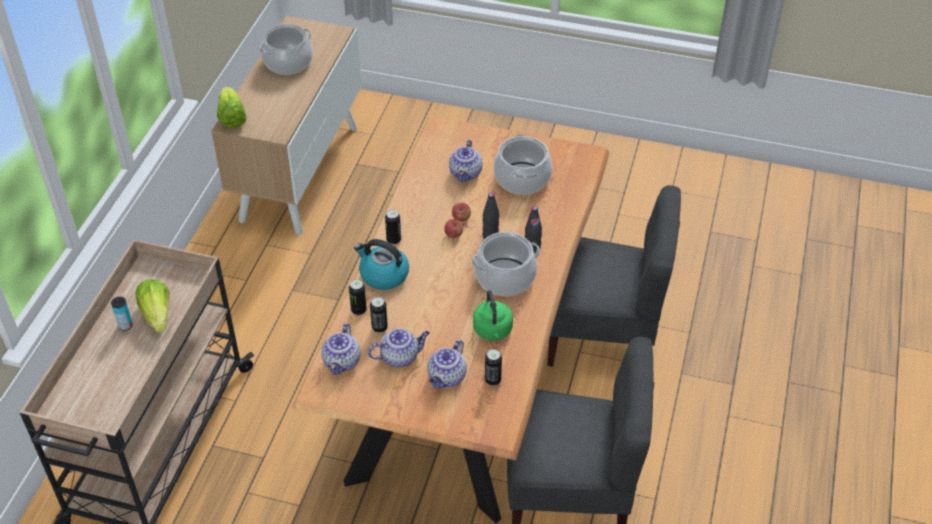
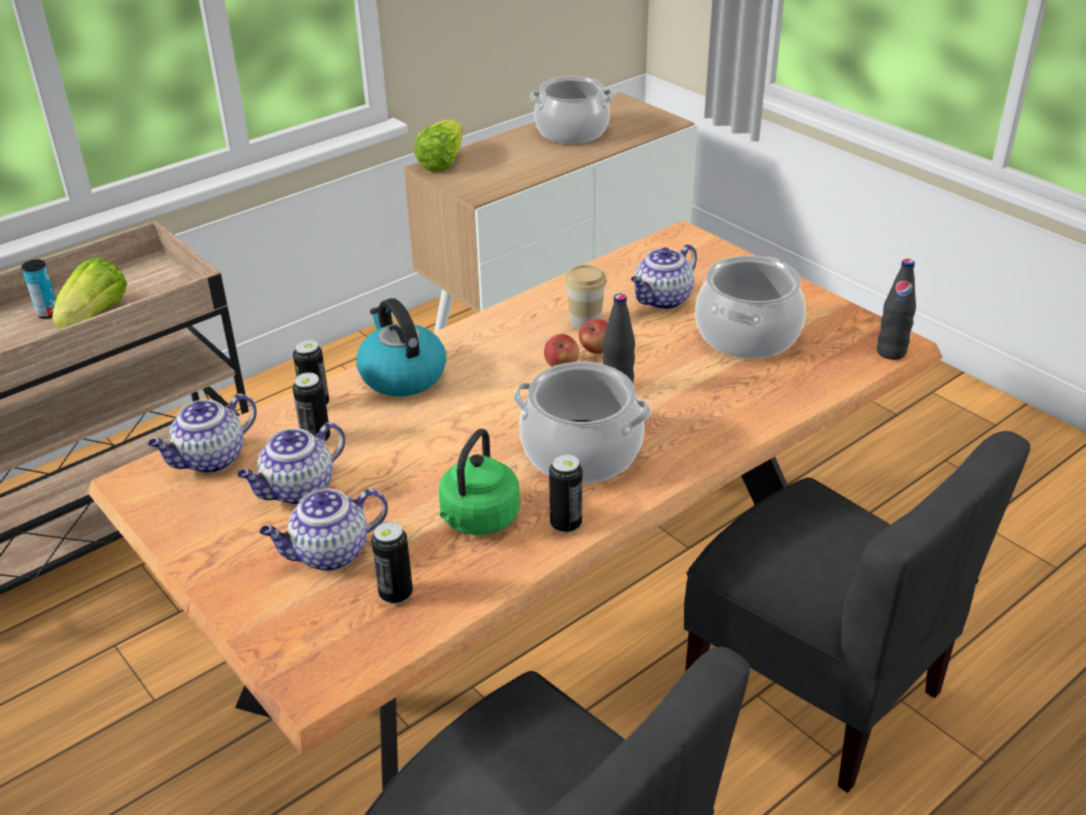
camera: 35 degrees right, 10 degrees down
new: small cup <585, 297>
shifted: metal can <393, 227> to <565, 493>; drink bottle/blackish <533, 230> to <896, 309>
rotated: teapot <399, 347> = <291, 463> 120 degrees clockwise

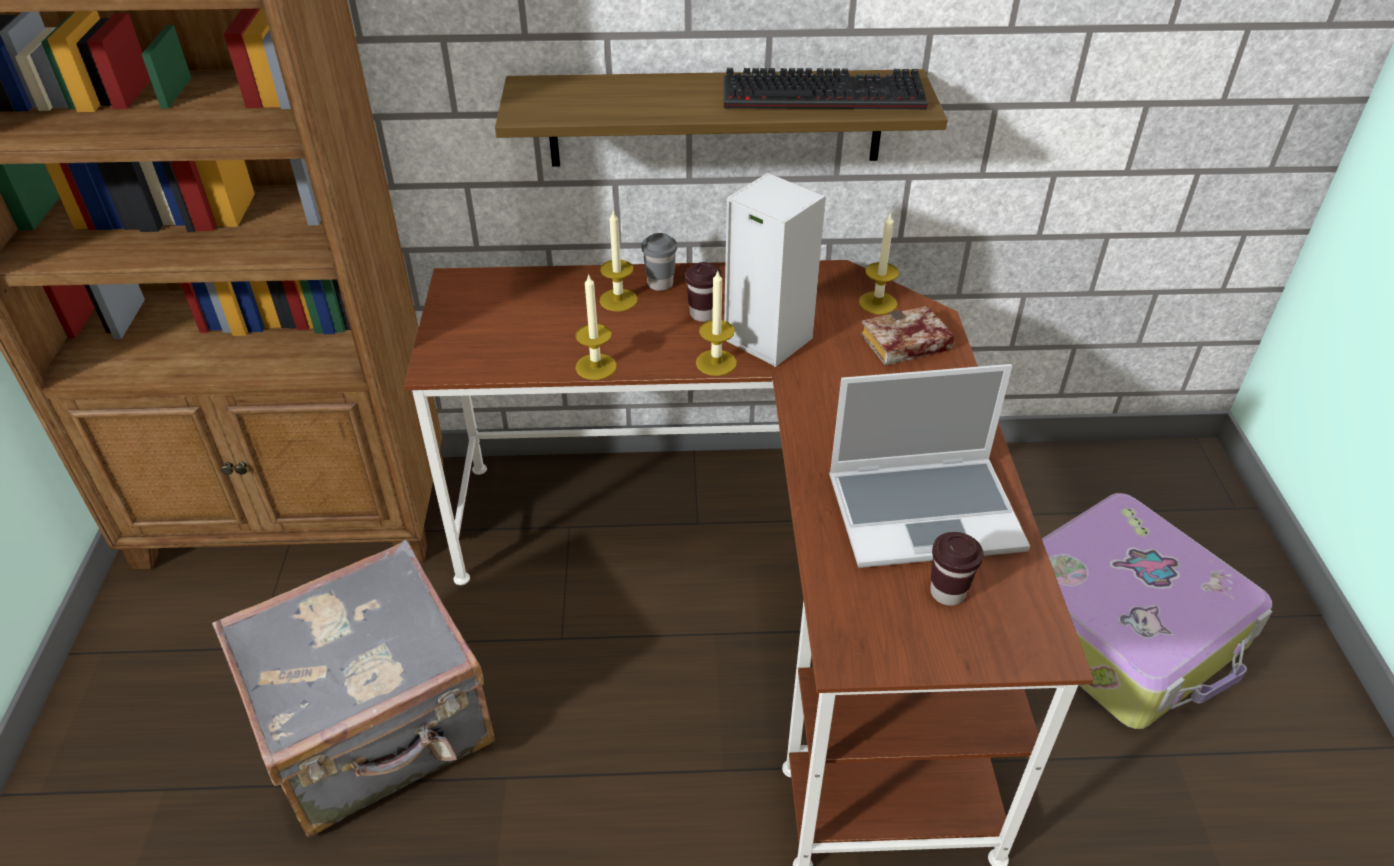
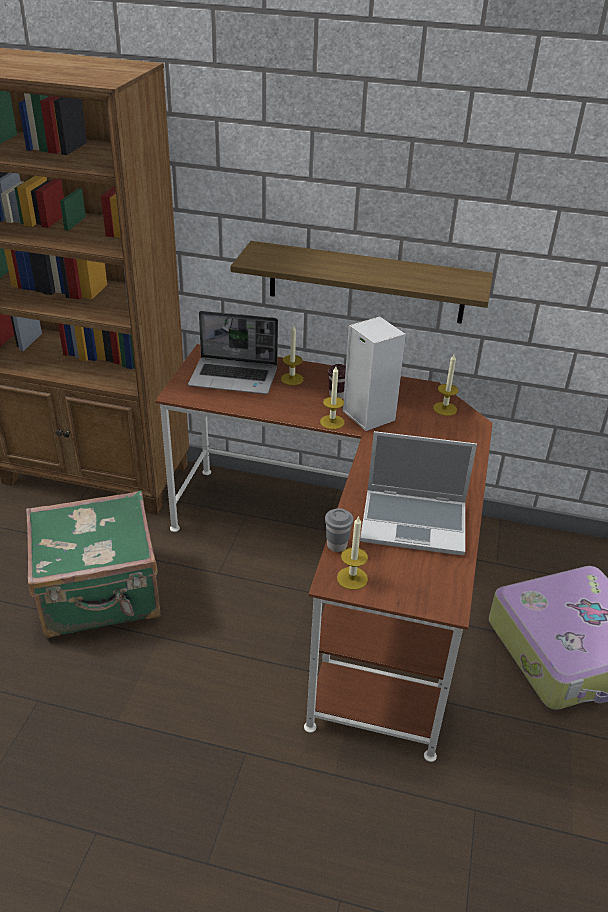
camera: 15 degrees right, 5 degrees down
gone: PC keyboard <826, 89>; volume <907, 336>; small cup/brownish <957, 569>
new: laptop <233, 352>
shifted: small cup/grey <659, 262> to <339, 530>; candle <596, 326> to <352, 552>
repainted: suitcase/grey <353, 689> to suitcase/greenish <93, 564>

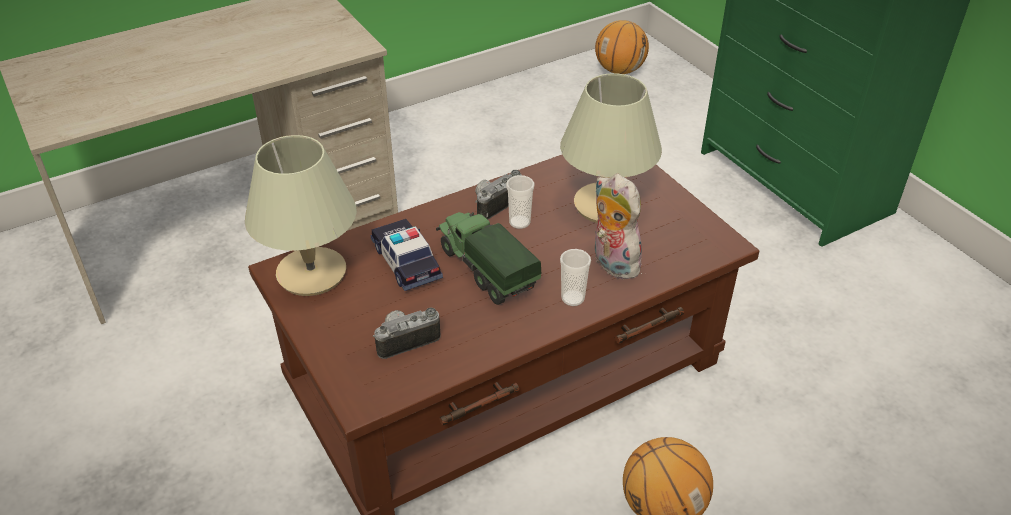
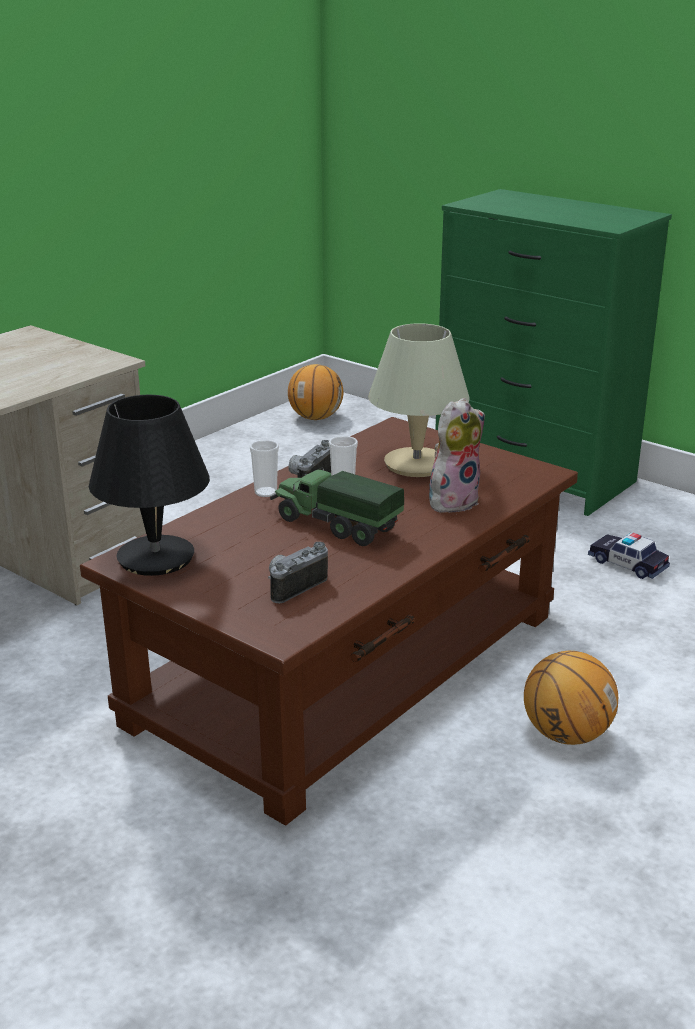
camera: 20 degrees left, 15 degrees down
shifted: small cup <575, 277> to <264, 468>; toy car <406, 255> to <629, 556>
repainted: table lamp/sand-coloured <301, 215> to table lamp/blackish <149, 485>
rotated: soft toy <618, 226> = <457, 455> 105 degrees clockwise

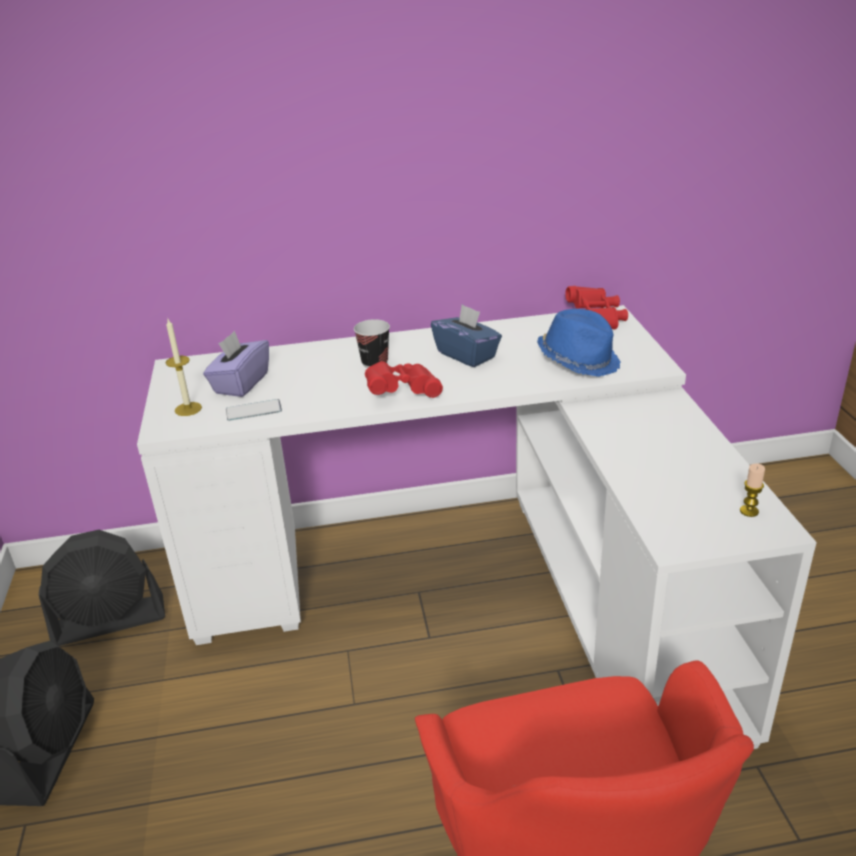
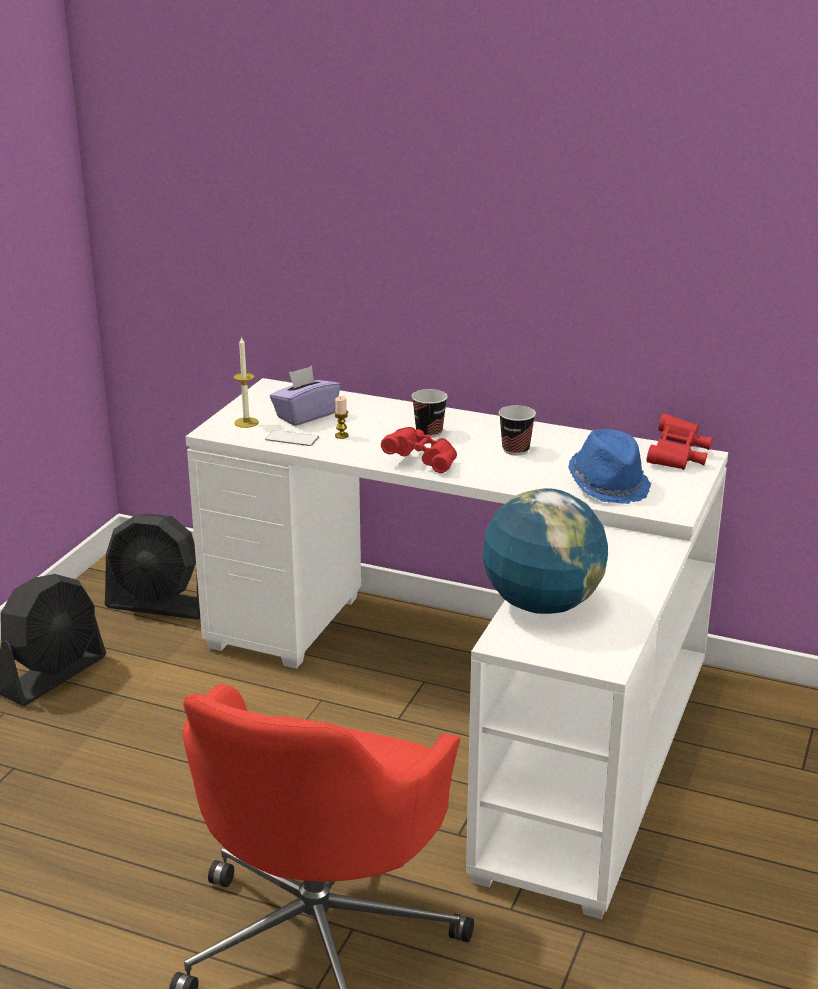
camera: 30 degrees right, 5 degrees down
new: world globe <545, 551>
shifted: candle <752, 490> to <341, 417>
swapped: tissue holder/bluish <466, 335> to small cup <517, 430>

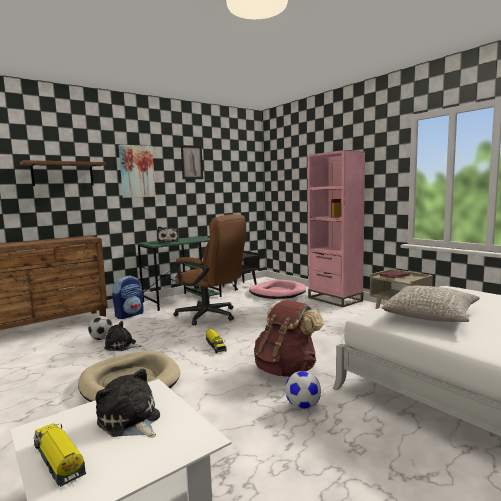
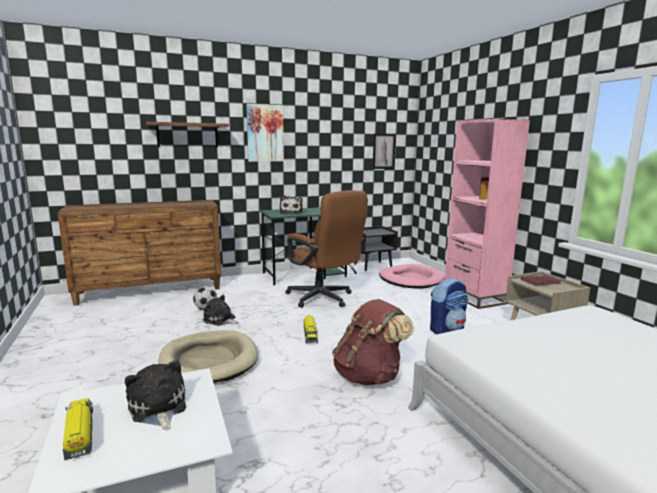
camera: 15 degrees right, 5 degrees up
gone: ball for football <303, 390>; throw pillow/grey <431, 304>
shifted: picture <192, 162> to <384, 151>; backpack <128, 297> to <449, 306>

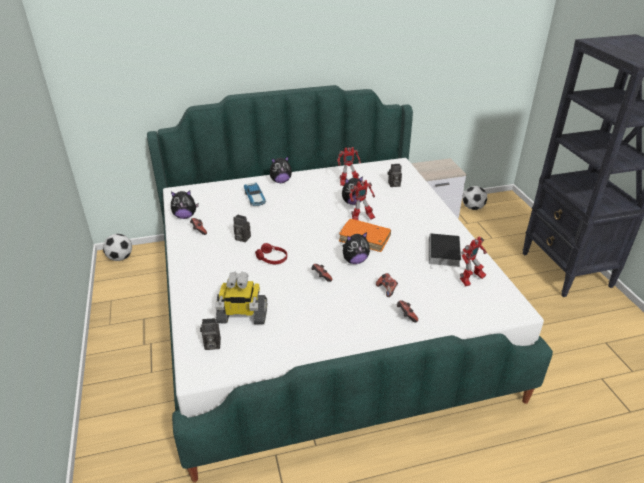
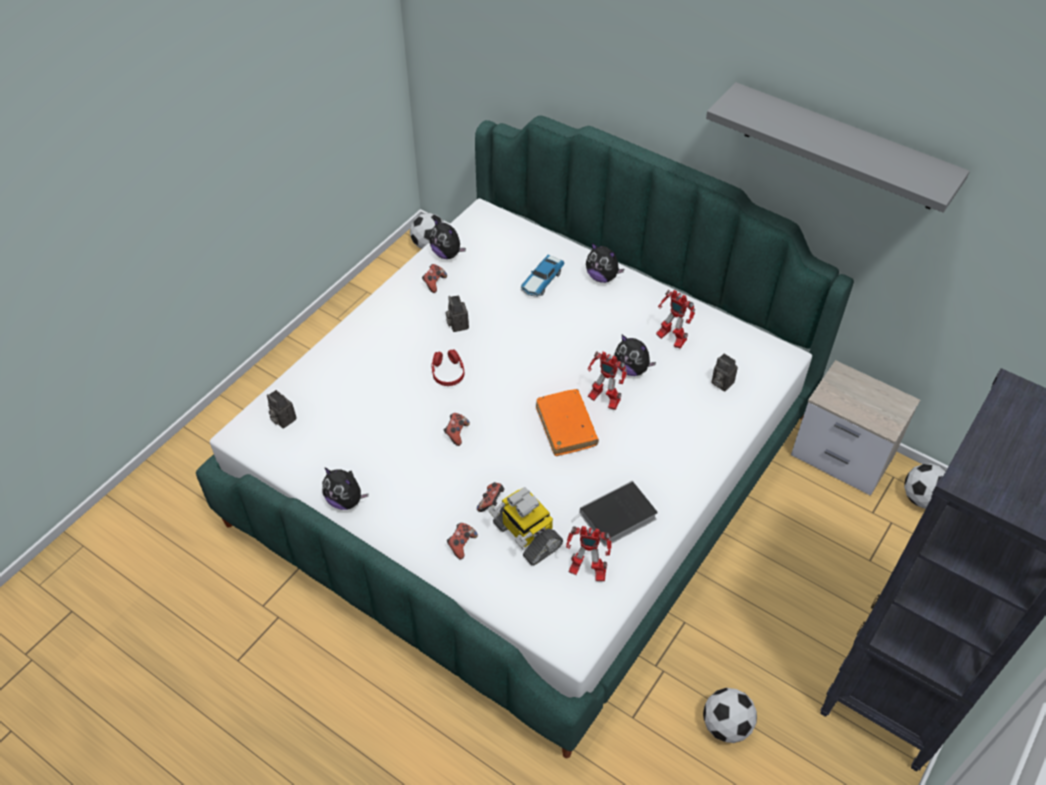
camera: 50 degrees right, 15 degrees up
new: ball for football <730, 715>; wall shelf/grey <838, 147>
shifted: soft toy <356, 248> to <345, 488>; model robot <241, 297> to <525, 526>

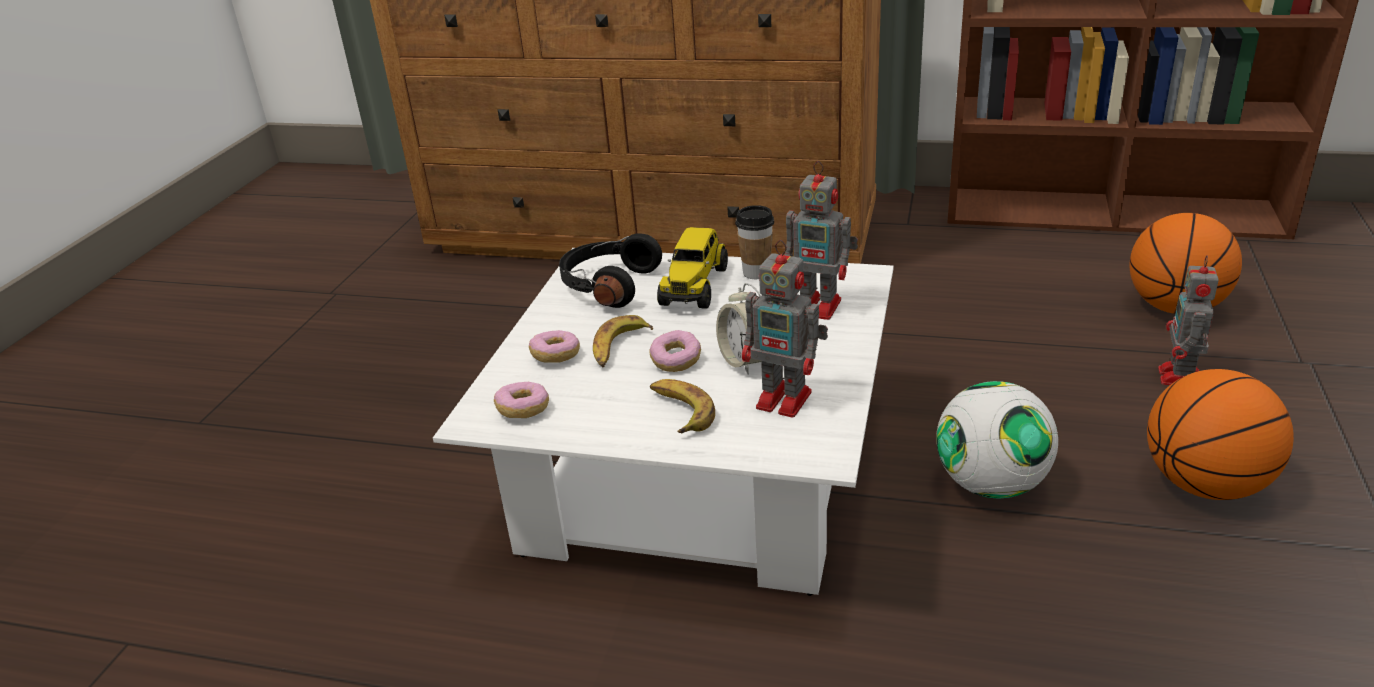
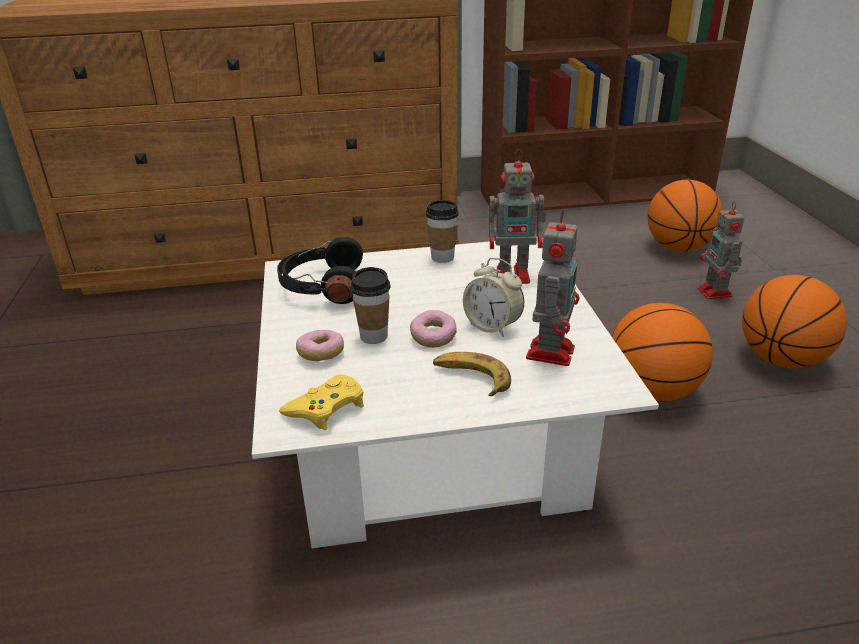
camera: 25 degrees left, 0 degrees up
gone: toy lorry <692, 267>
swapped: ring doughnut <521, 400> to joypad/yellow <321, 402>; banana <623, 341> to small cup <370, 305>; ball for football <997, 439> to basketball <662, 352>
rotated: model robot <785, 329> = <552, 287> 75 degrees counterclockwise

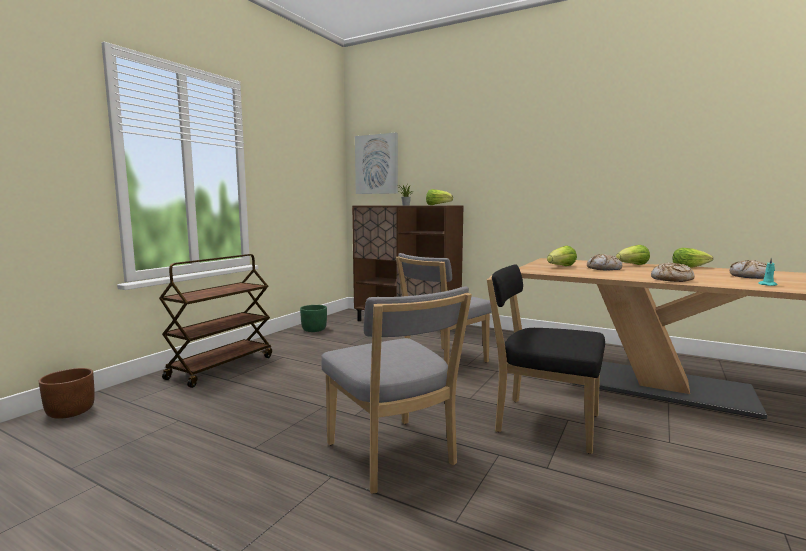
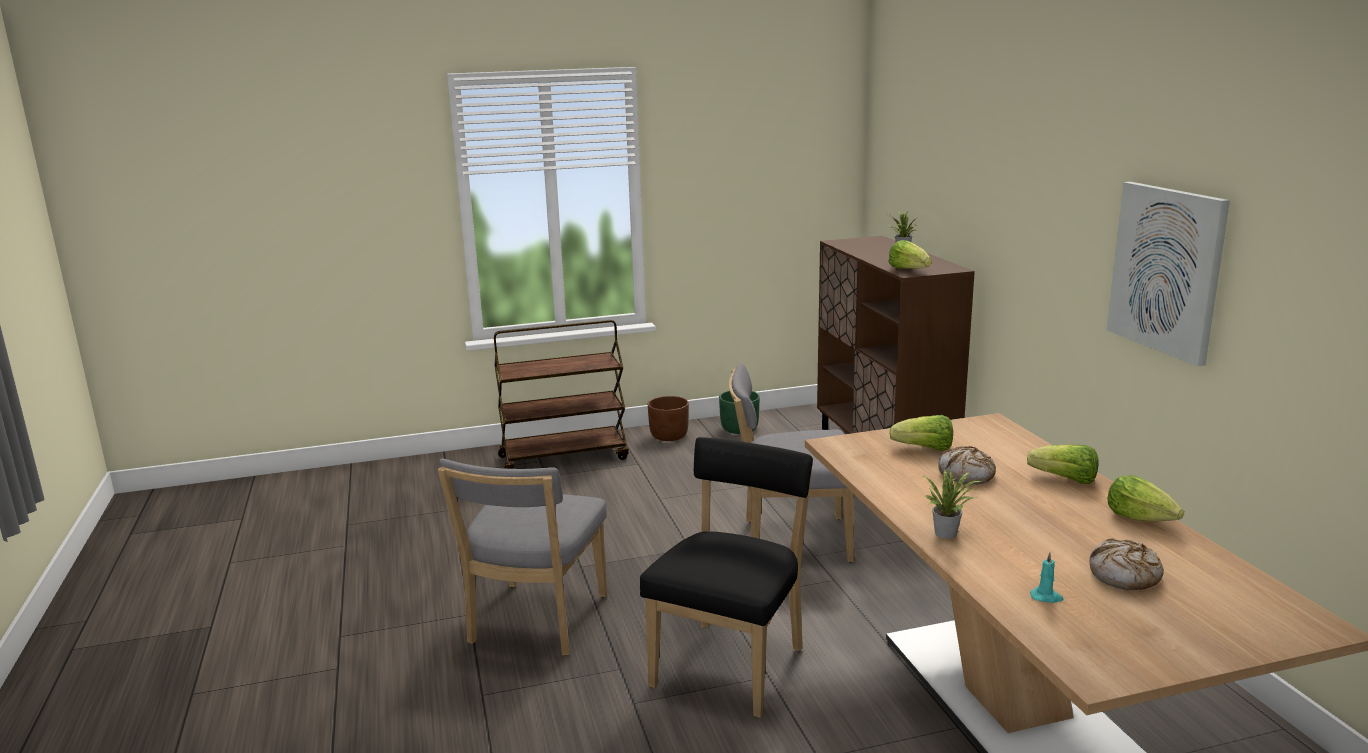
camera: 45 degrees right, 10 degrees up
shifted: flower pot/brownish <66, 393> to <668, 418>; picture <376, 163> to <1168, 274>
swapped: bakery bread <673, 272> to potted plant <952, 504>
rotated: plain chair/blackish <545, 359> = <726, 577> 45 degrees clockwise

